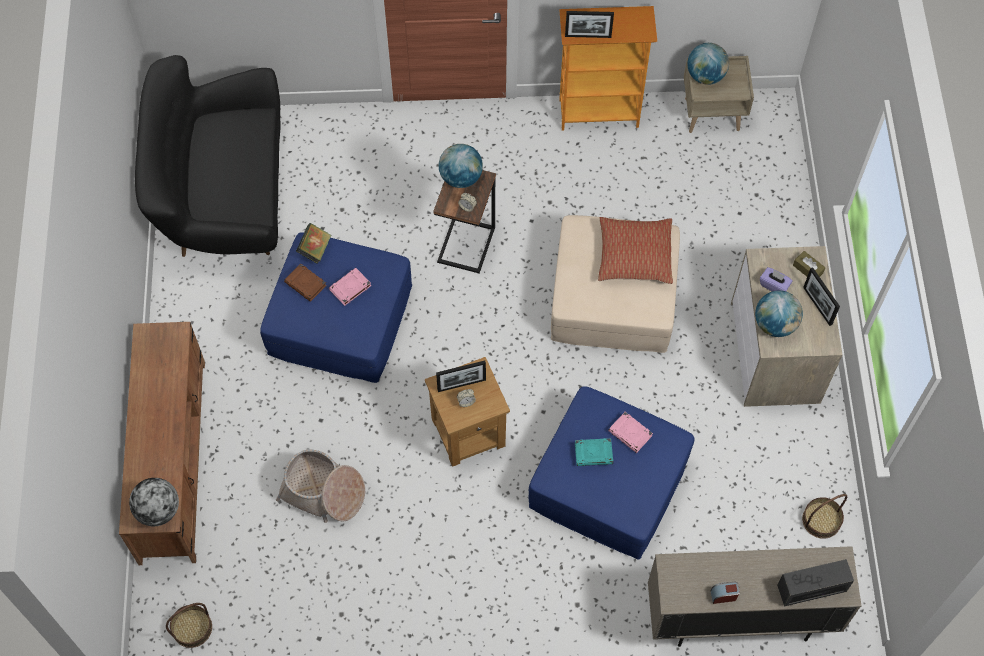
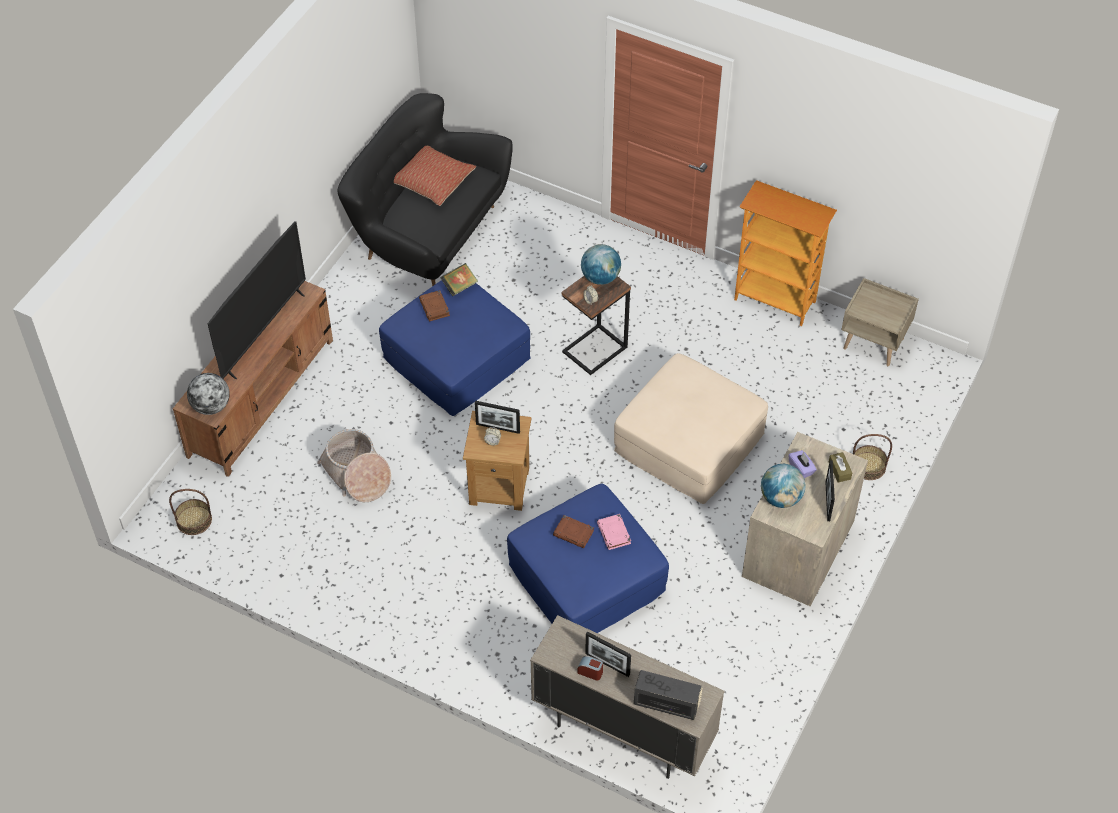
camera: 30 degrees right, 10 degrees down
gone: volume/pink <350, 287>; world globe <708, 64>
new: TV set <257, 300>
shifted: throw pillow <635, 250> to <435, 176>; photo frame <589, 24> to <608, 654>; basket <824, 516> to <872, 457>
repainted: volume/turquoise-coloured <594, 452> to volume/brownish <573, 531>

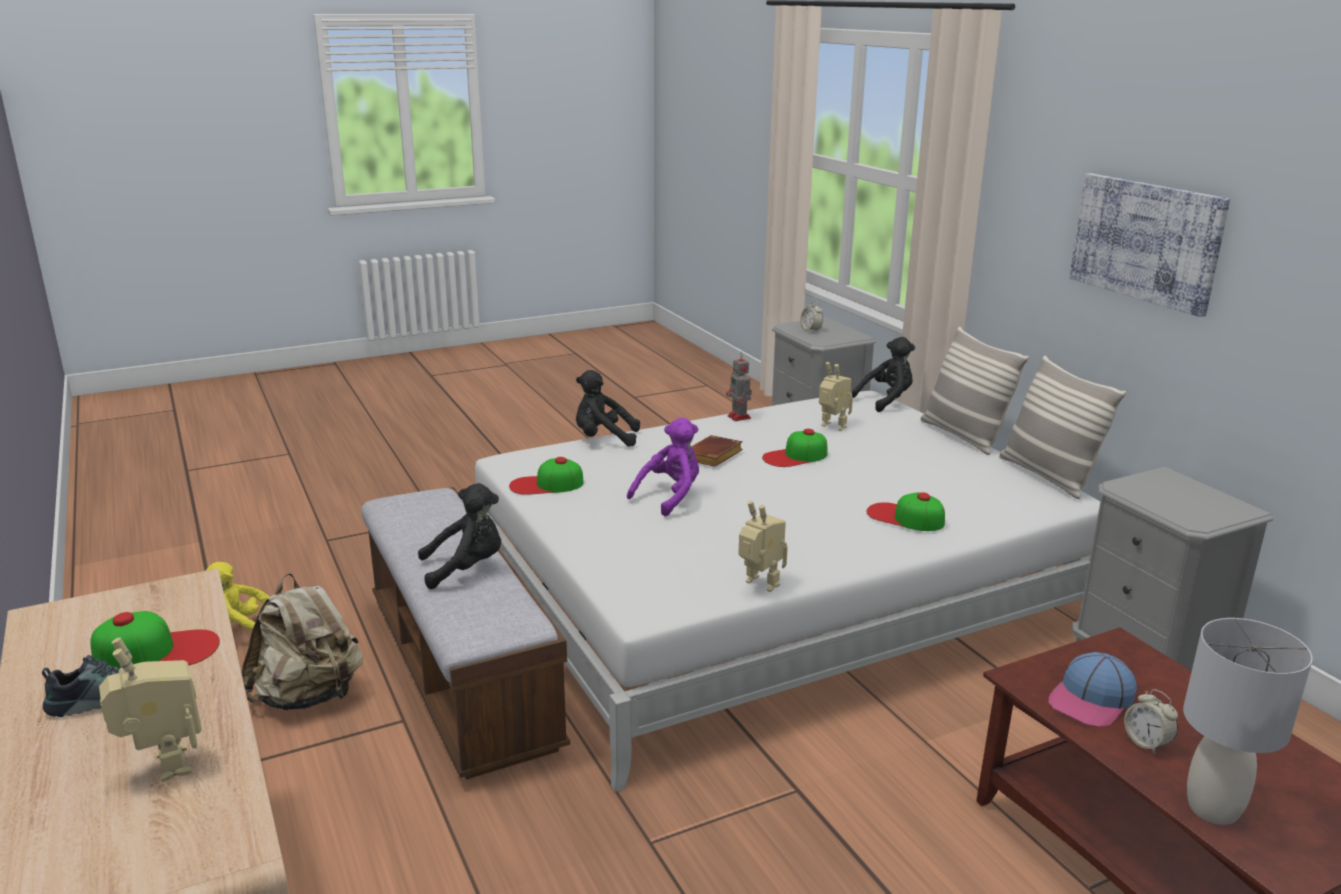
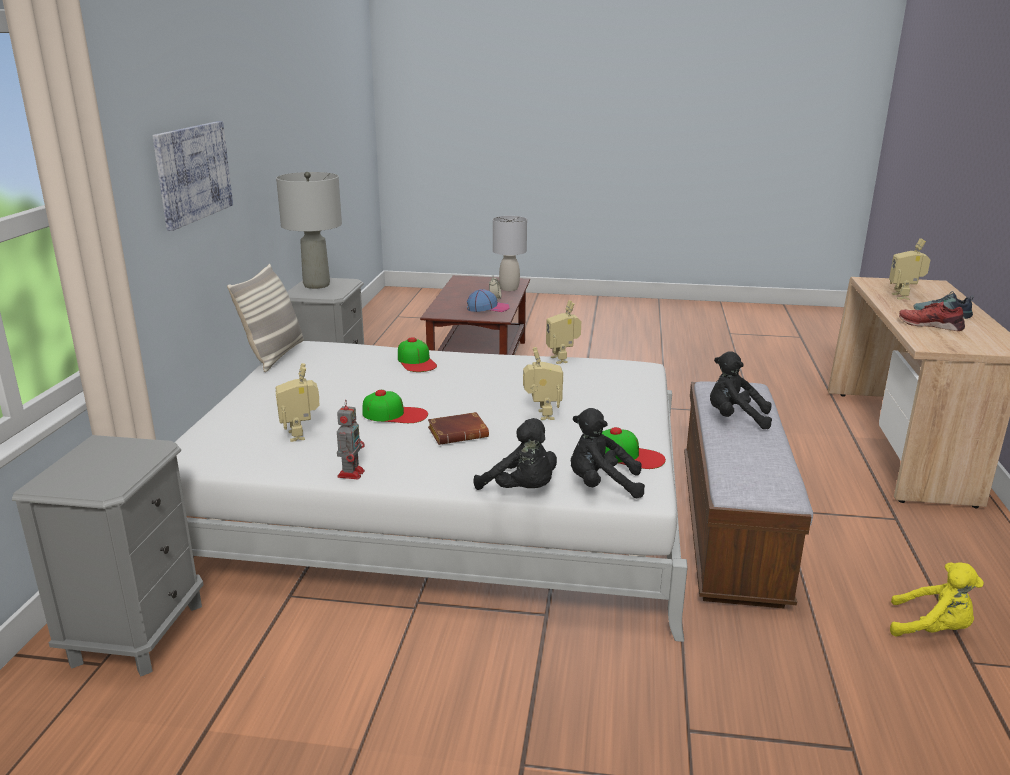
camera: 145 degrees left, 0 degrees up
gone: backpack/sand-coloured <302, 641>; table clock <811, 316>; throw pillow <974, 391>
new: table lamp/grey <309, 230>
shifted: soft toy/blackish <883, 374> to <608, 453>
swapped: soft toy/purple-coloured <663, 466> to model robot <543, 383>; cap <155, 639> to low shoe/red <932, 316>

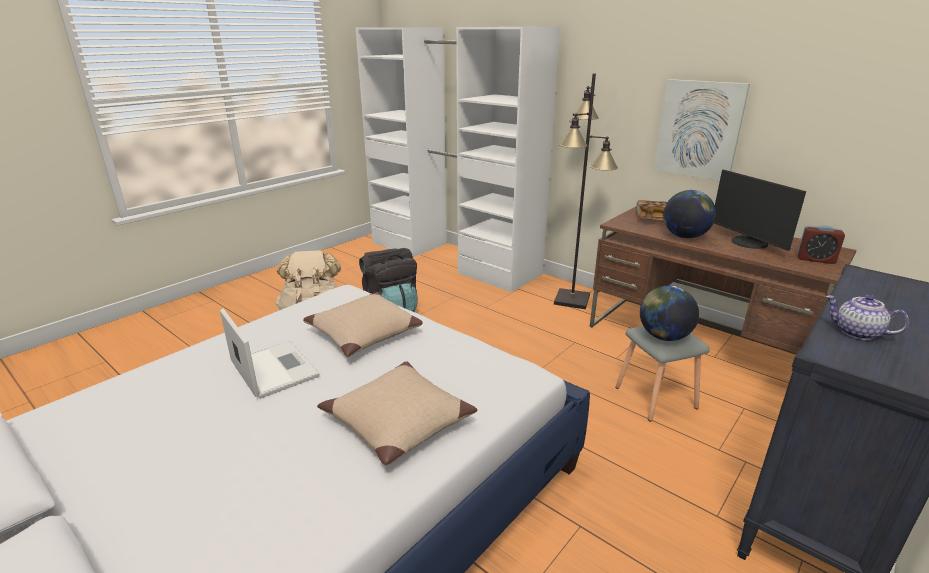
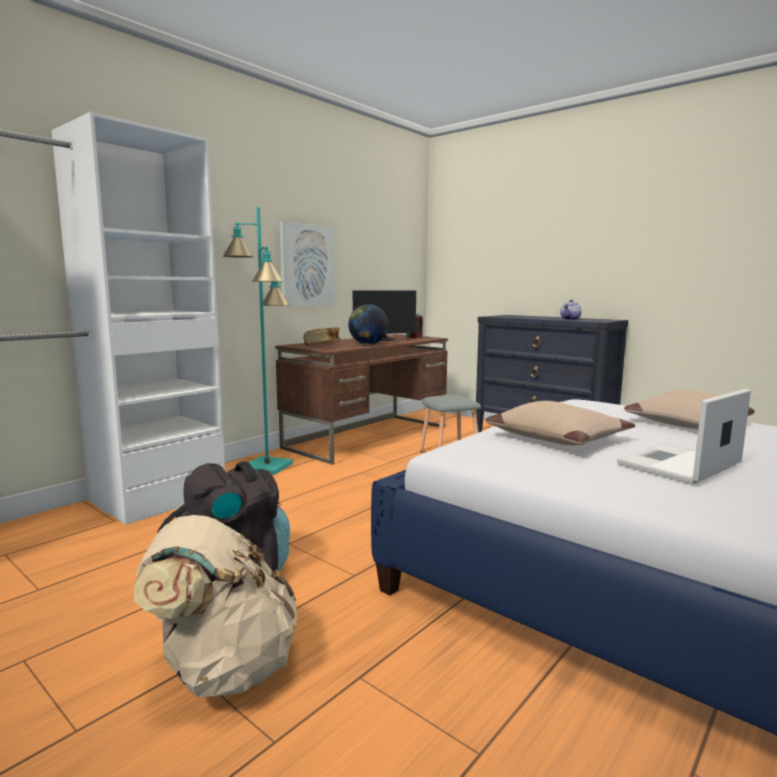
camera: 90 degrees left, 15 degrees down
gone: world globe <669, 313>
repainted: standard lamp/blackish <586, 191> to standard lamp/turquoise-coloured <258, 341>

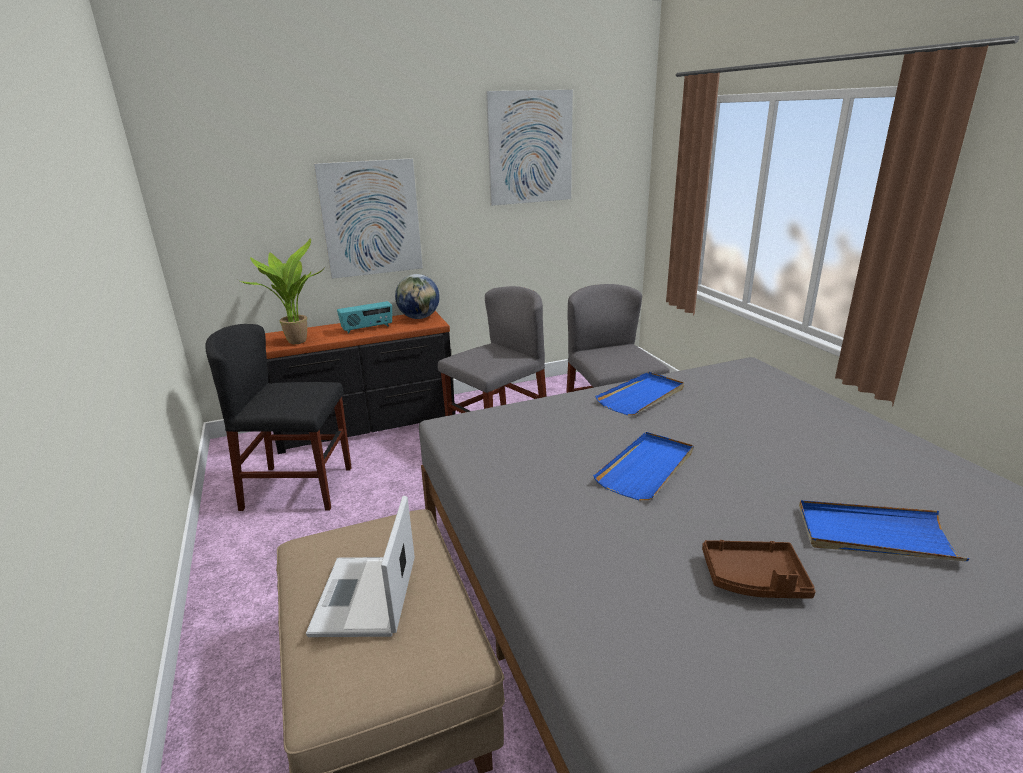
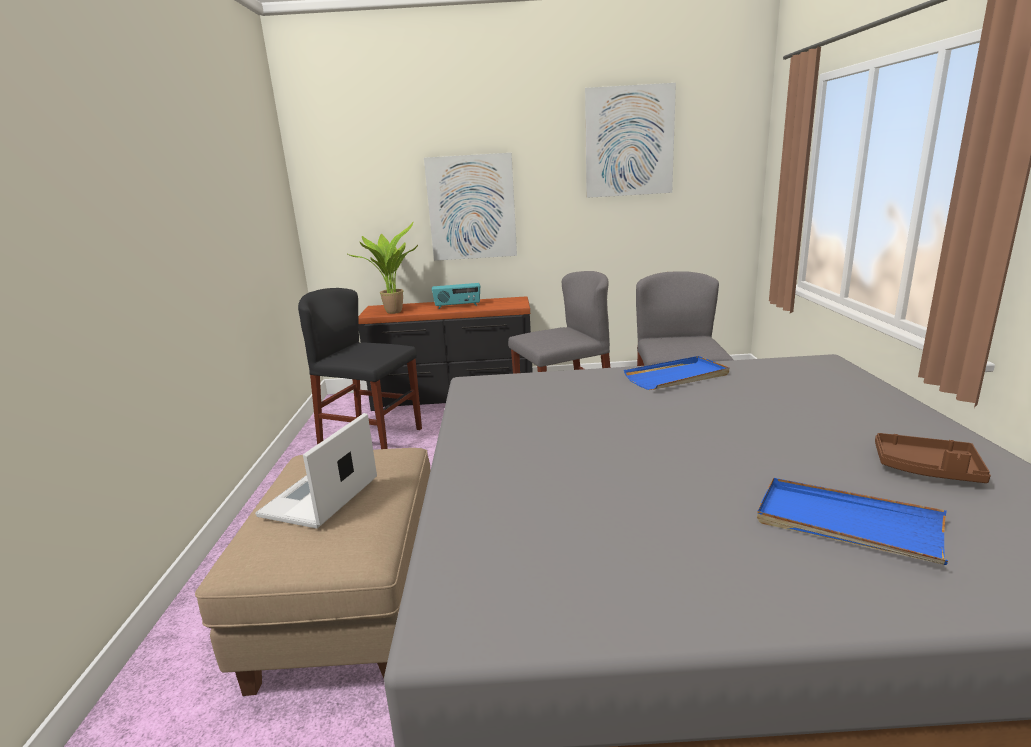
camera: 20 degrees right, 5 degrees down
gone: world globe <417, 296>; serving tray/bluish <643, 466>
shifted: serving tray/brownish <759, 569> to <933, 458>

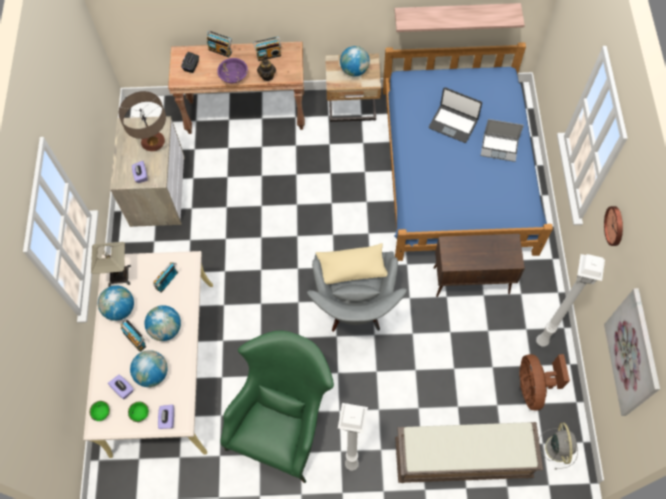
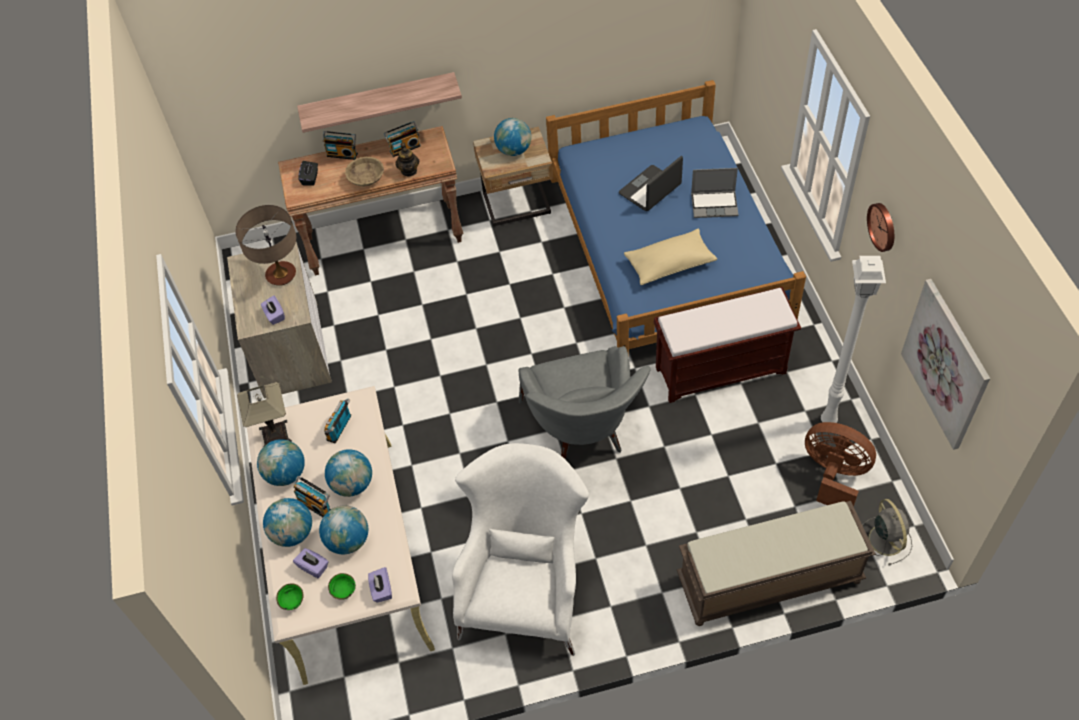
camera: 10 degrees left, 10 degrees down
gone: standard lamp/white-coloured <353, 437>
new: world globe <287, 522>
shifted: wall shelf <460, 17> to <379, 102>; throw pillow/sand-coloured <352, 264> to <670, 257>
swapped: cabinet/brownish <479, 265> to long seat/brownish <727, 345>
repainted: serving bowl/purple-coloured <232, 70> to serving bowl/sand-coloured <364, 171>; easy chair/greenish <277, 406> to easy chair/white-coloured <520, 549>
rotated: laptop <455, 115> = <651, 183> 120 degrees clockwise; fan/brownish <544, 382> = <840, 464> 135 degrees clockwise

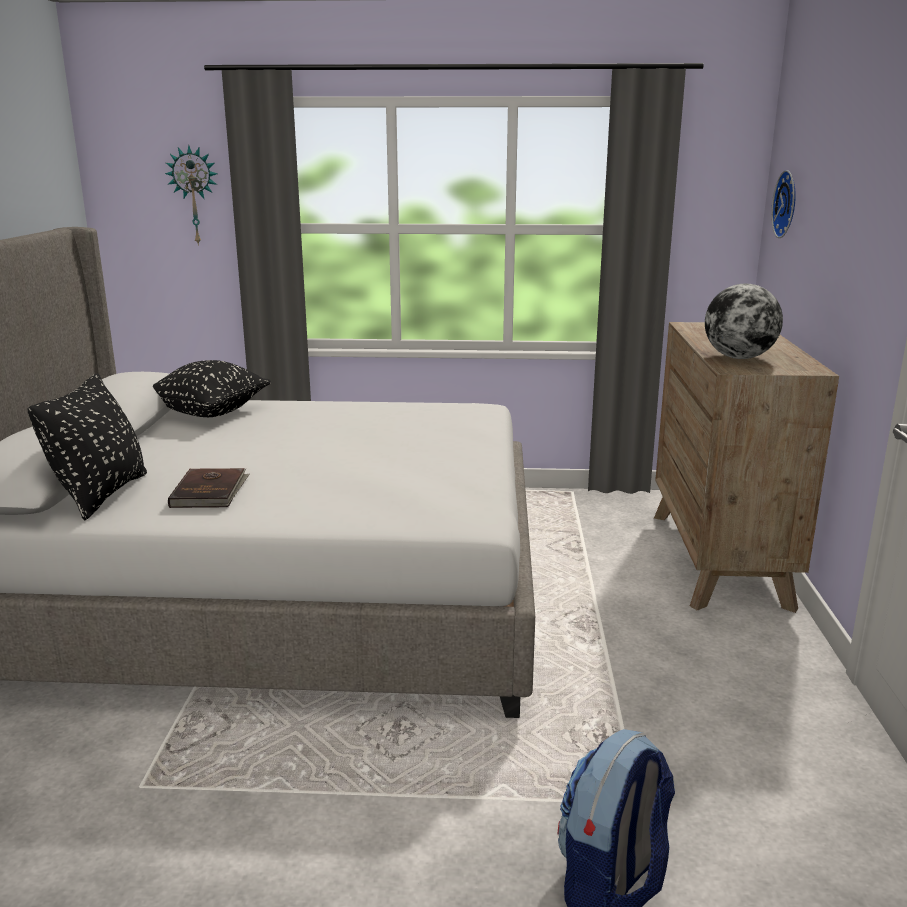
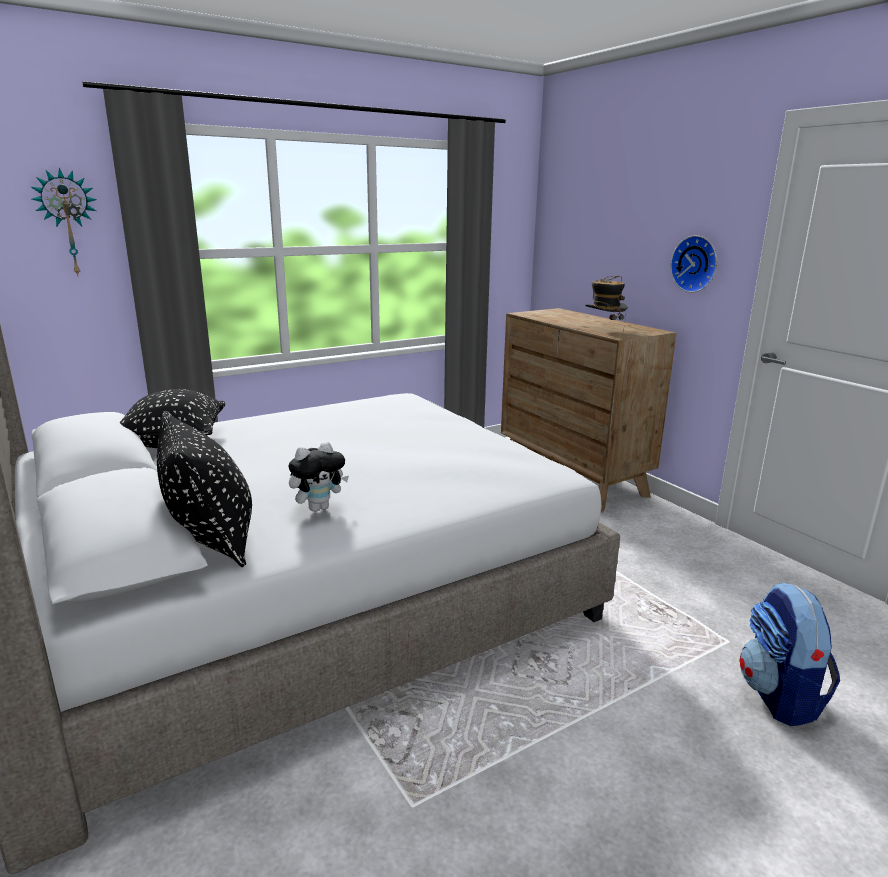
camera: 35 degrees left, 0 degrees up
shifted: hanging clock <783, 204> to <693, 264>
swapped: volume/brownish <208, 488> to soft toy <318, 477>; world globe <744, 321> to clothing hat <606, 304>

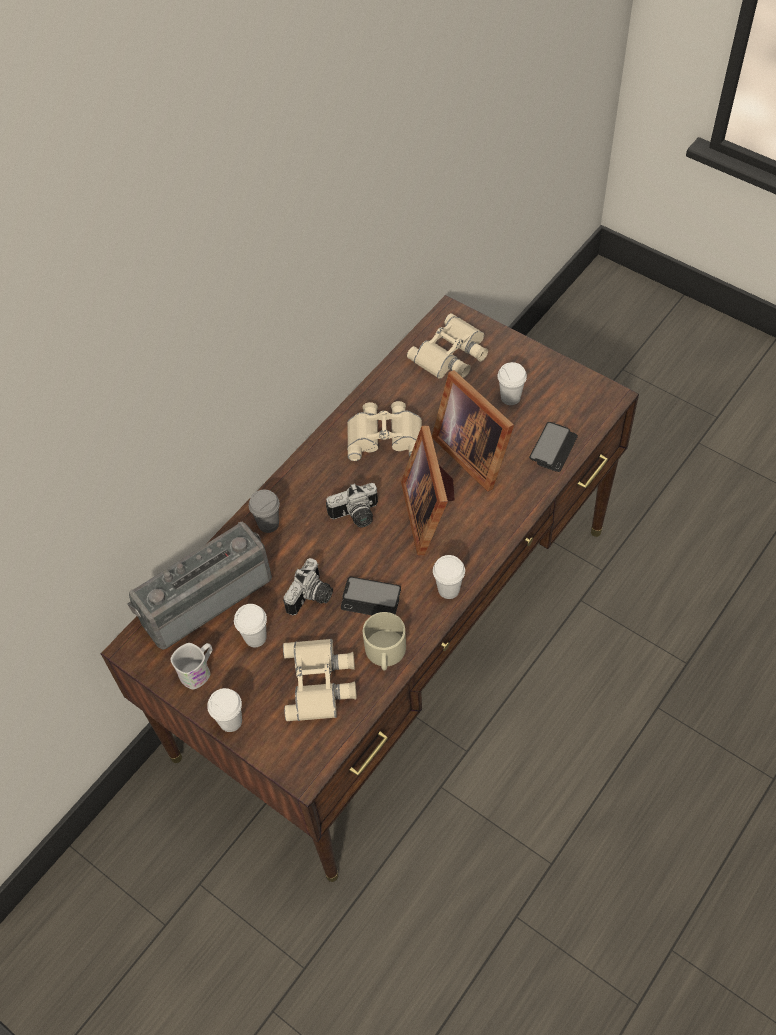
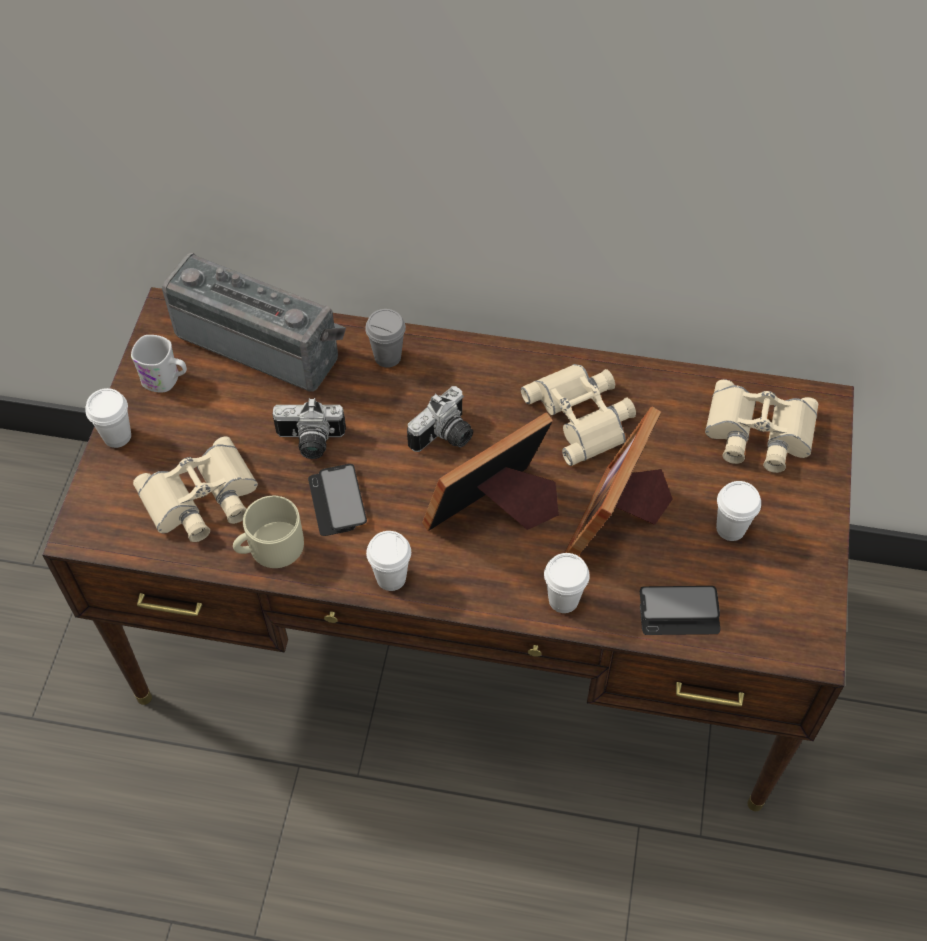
camera: 60 degrees right, 0 degrees up
shifted: small cup/white-coloured <250, 625> to <567, 583>
rotated: still camera <352, 505> = <440, 419> 90 degrees counterclockwise

